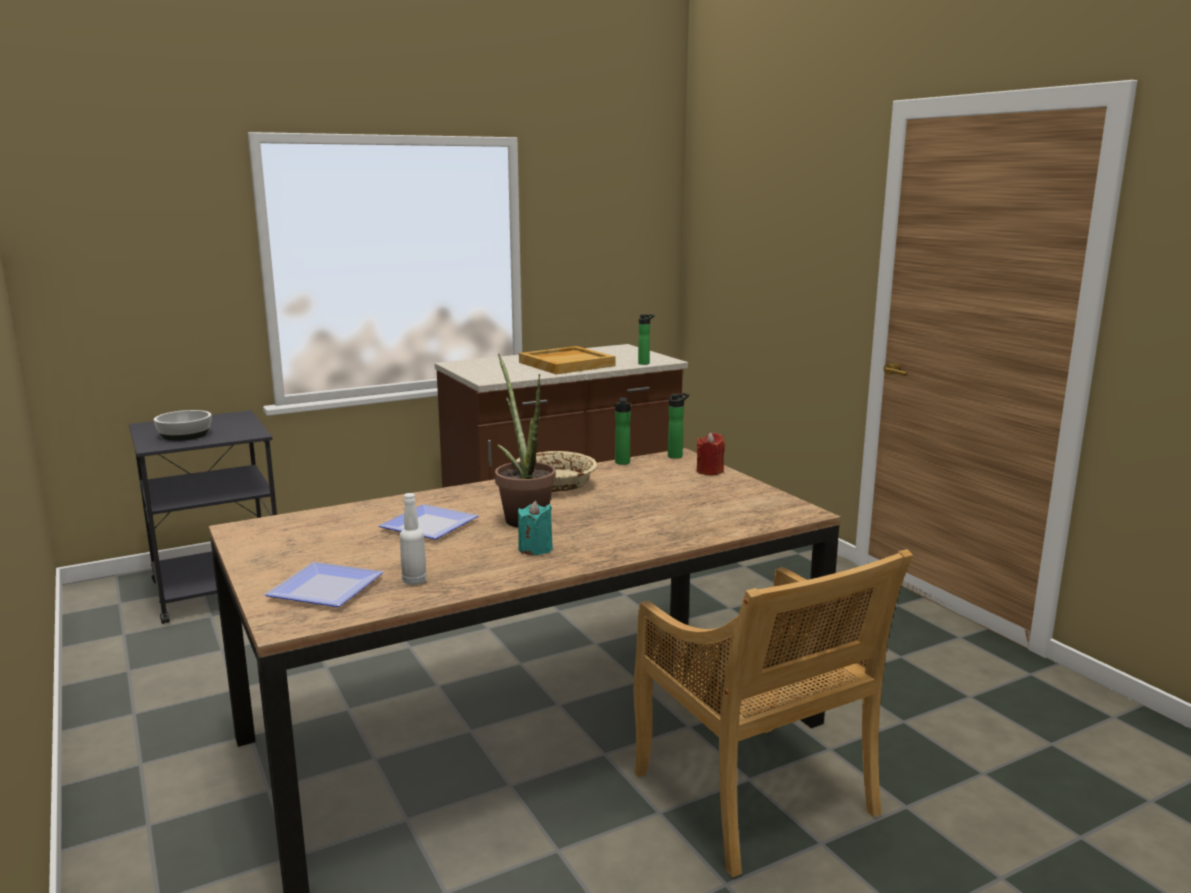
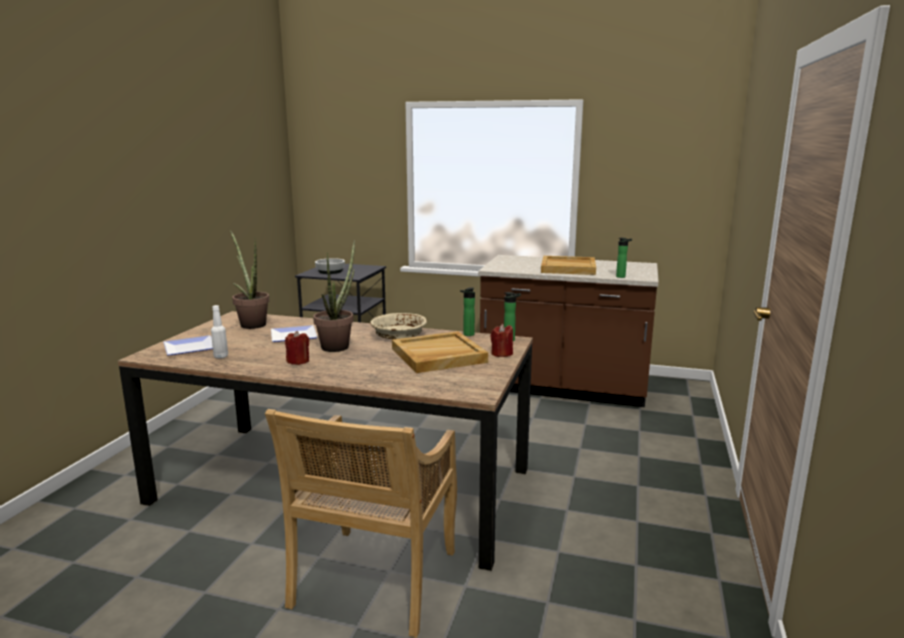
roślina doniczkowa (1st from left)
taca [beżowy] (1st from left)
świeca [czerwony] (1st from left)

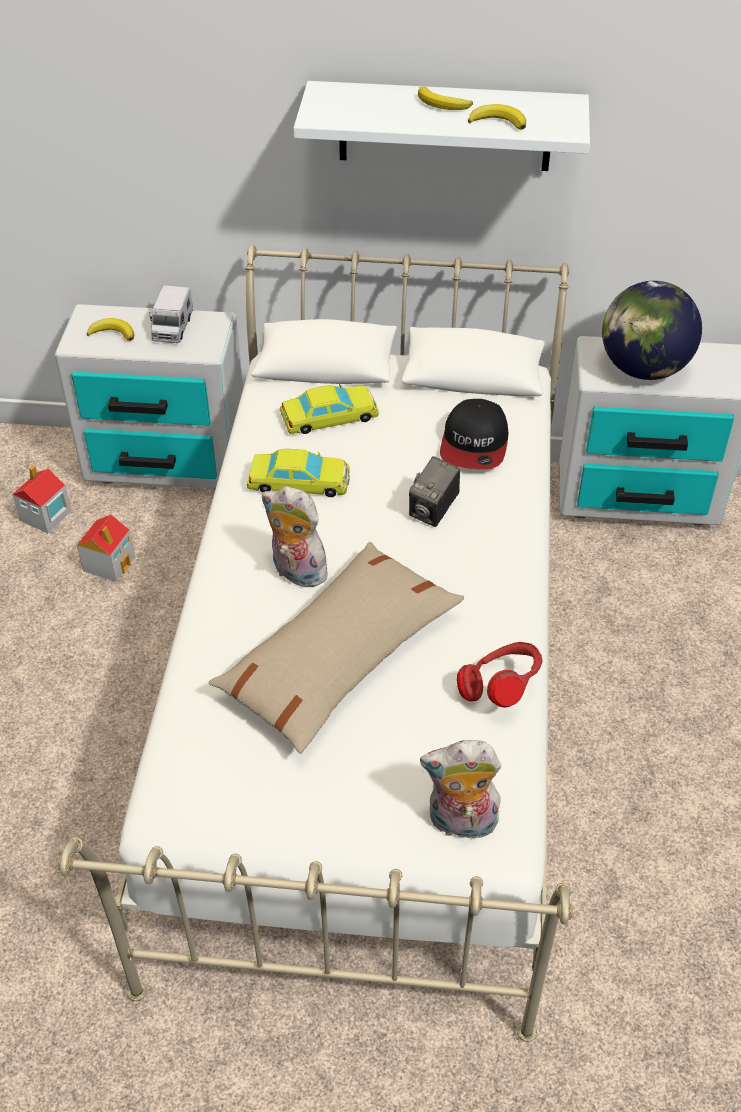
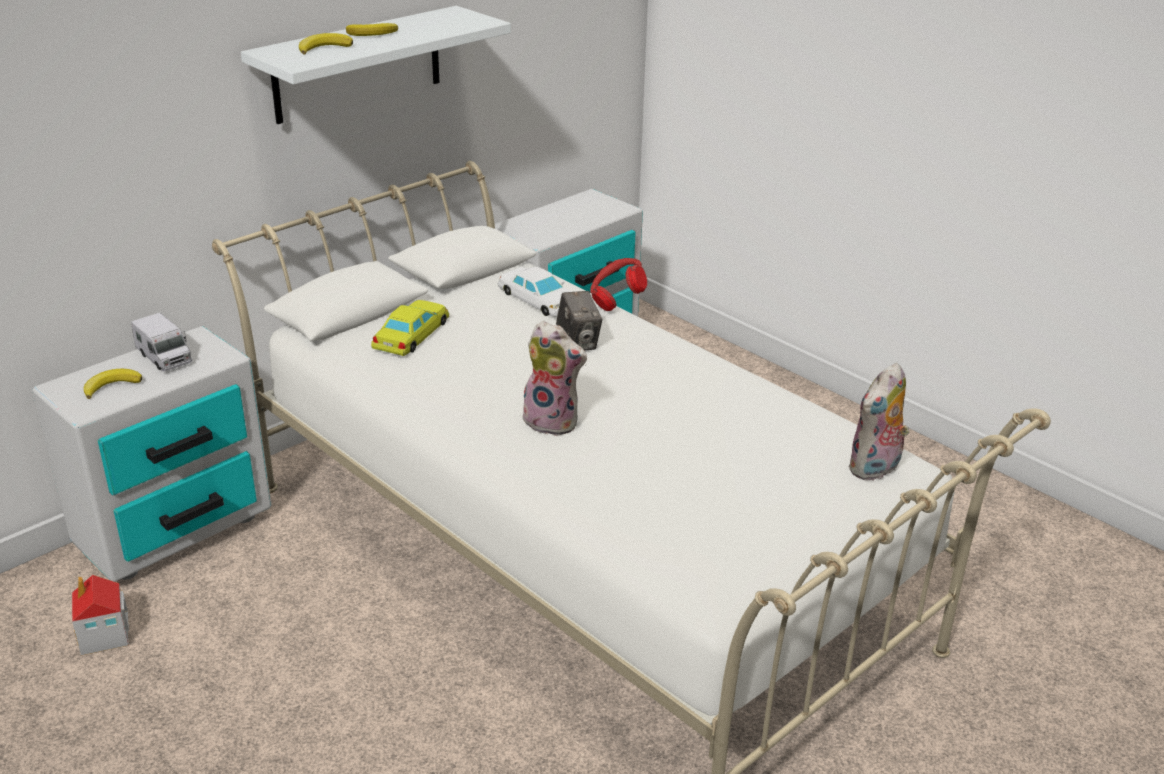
domek (2nd from left in the first image)
poduszka [beżowy]
samochodzik [żółty] (1st from left in the first image)
globus
słuchawki [czerwony]
banan (2nd from left)
samochodzik [biały]
pluszak (1st from left)

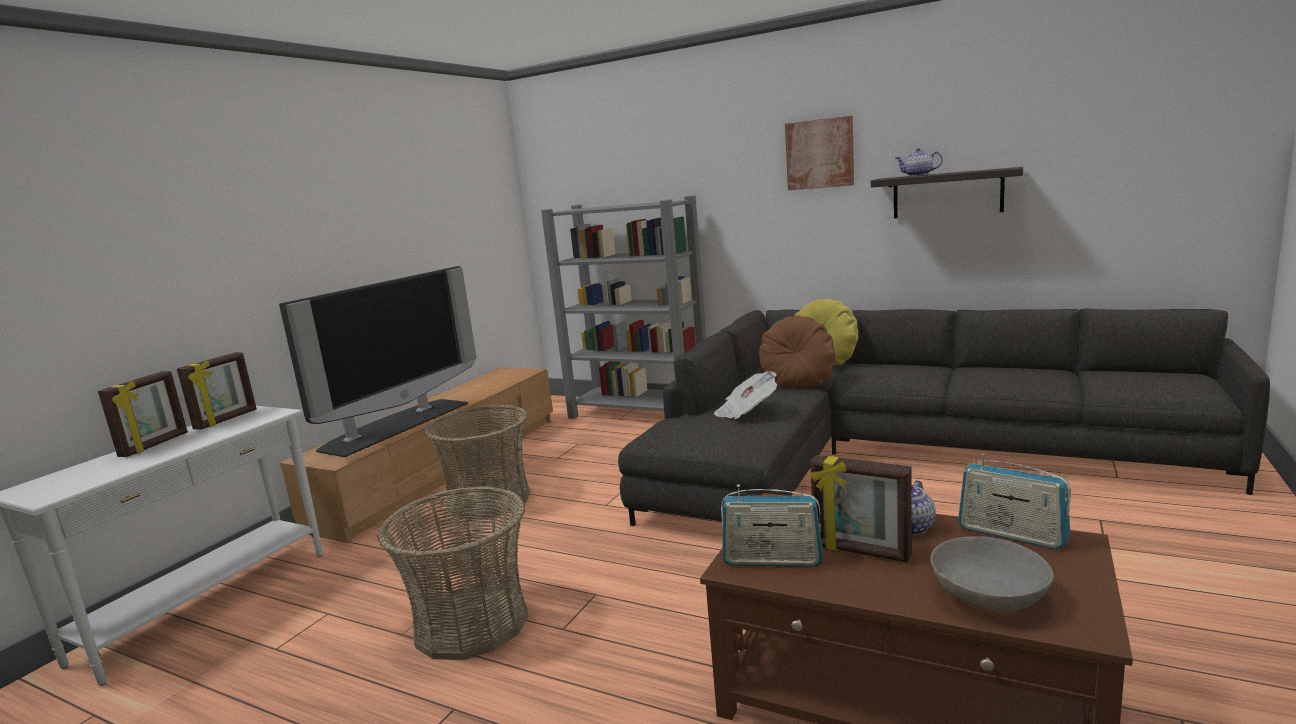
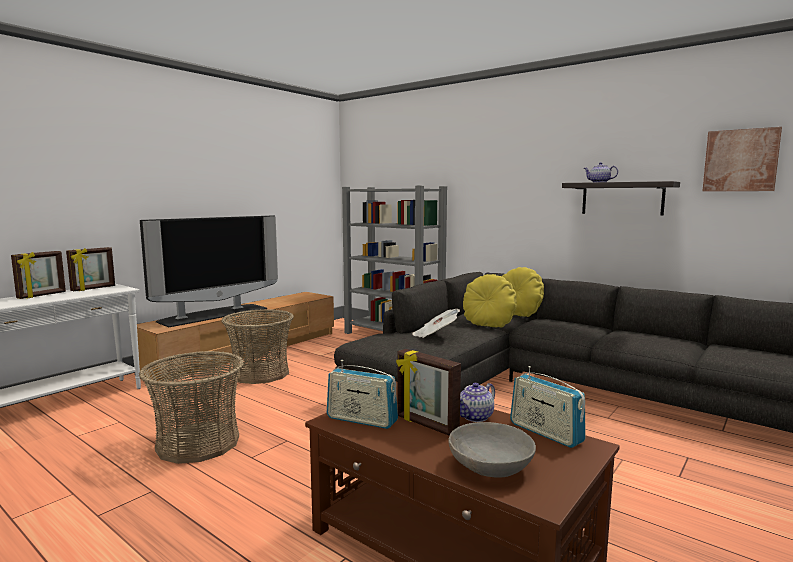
obraz
poduszka [żółty] (1st from left)

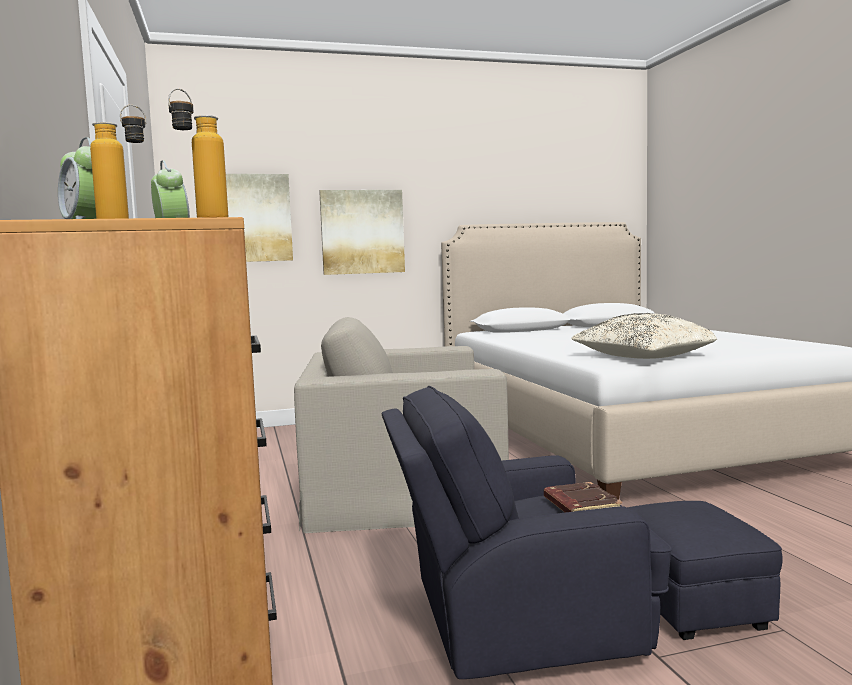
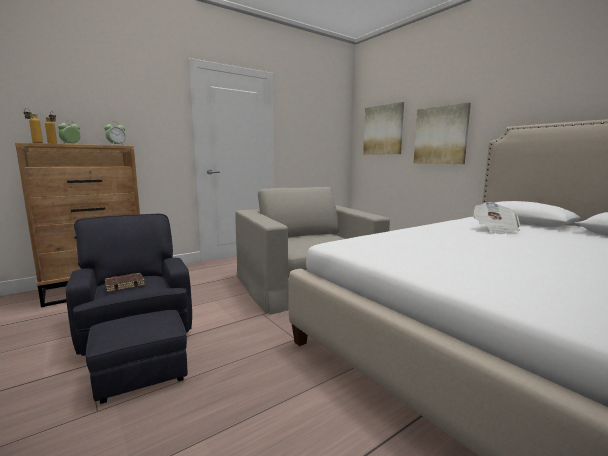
poduszka [beżowy]
gazeta

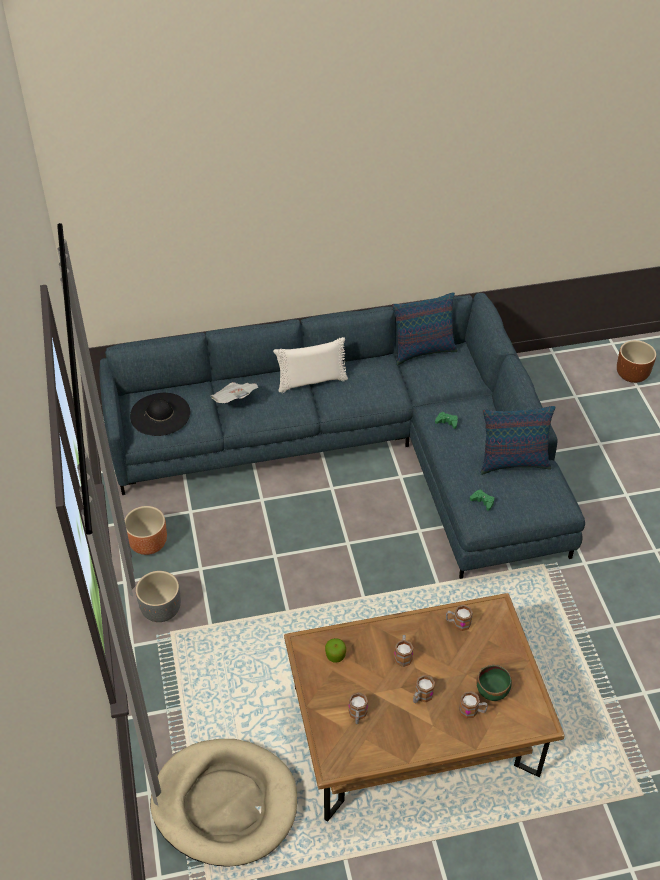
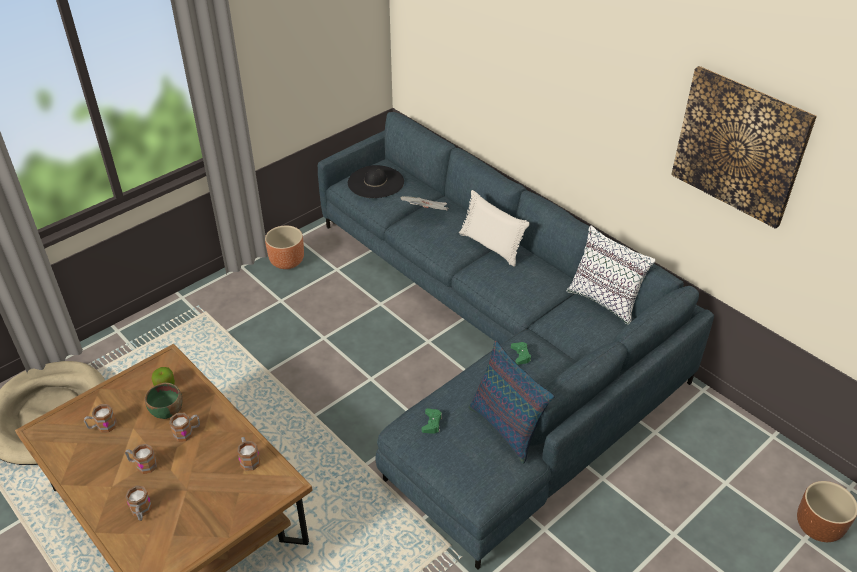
donica [szary]
obraz
miska [zielony]
poduszka [biały] (2nd from left)

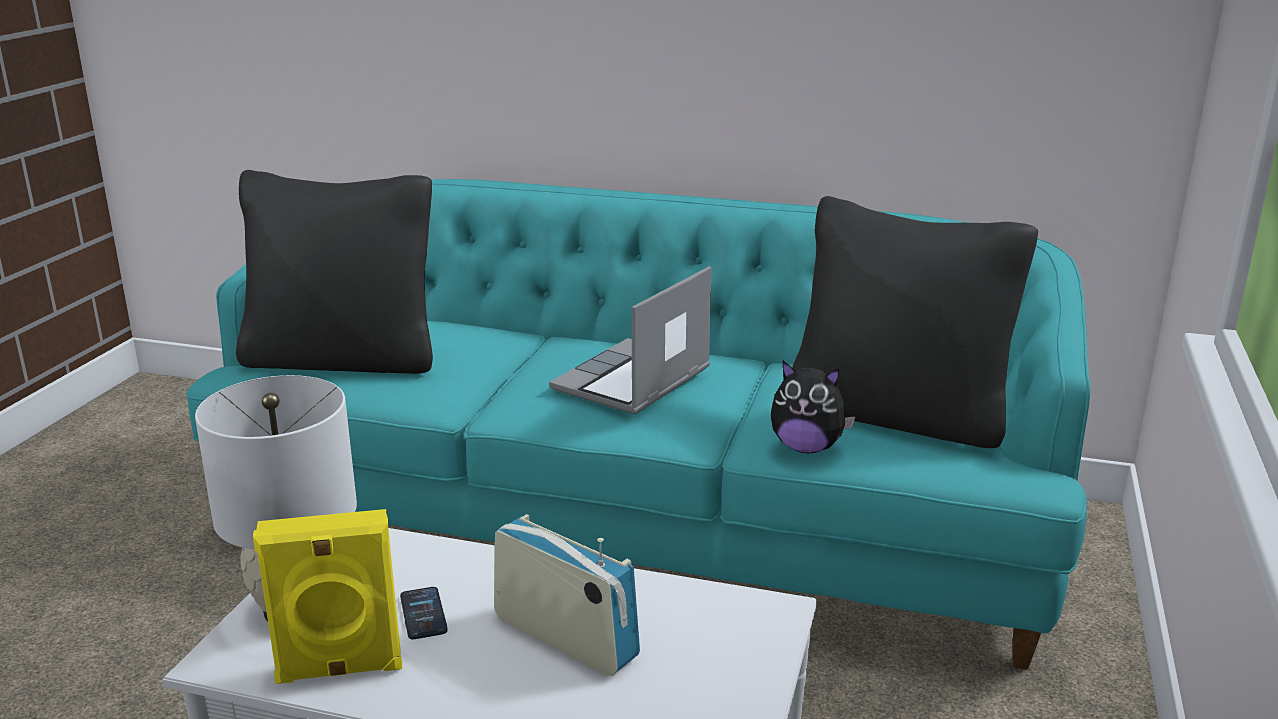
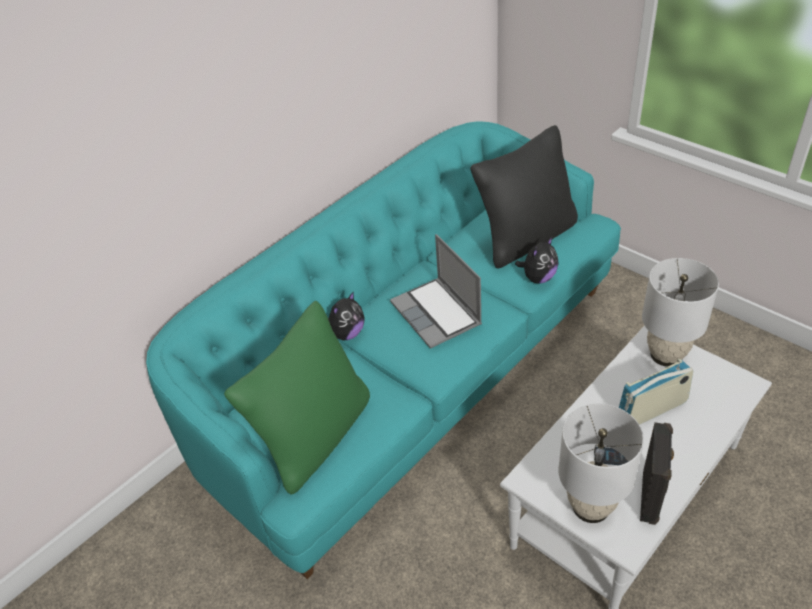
pluszak (1st from left)
lampa stołowa [biały] (2nd from left)
poduszka [zielony]
głośnik [czarny]

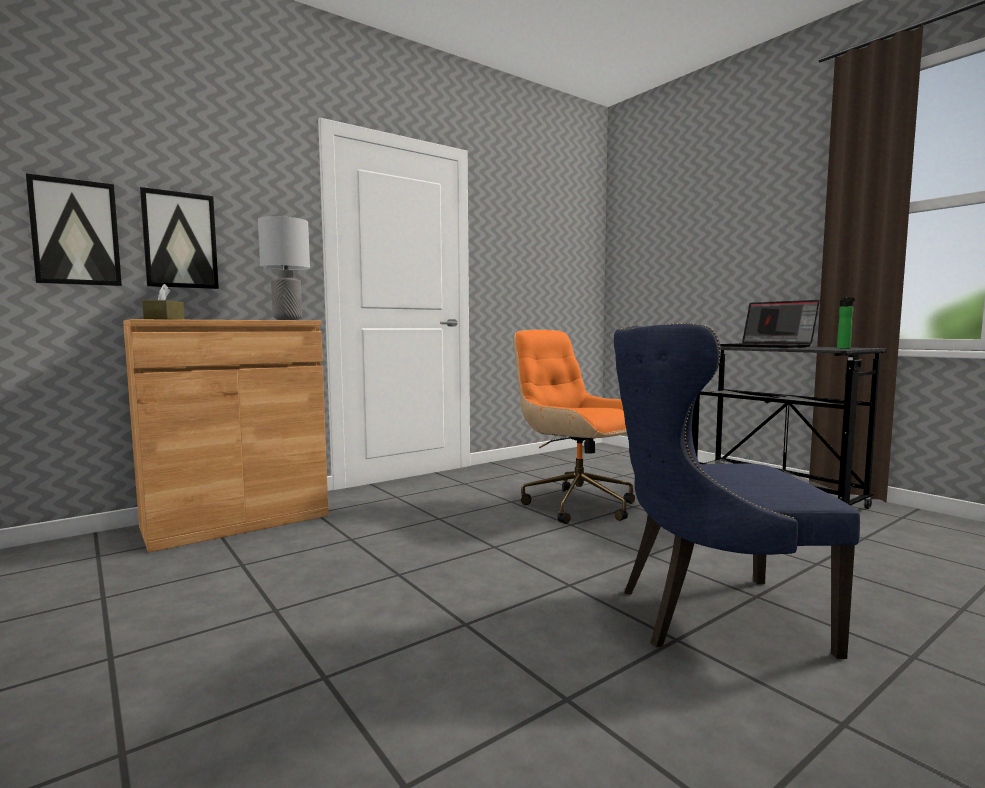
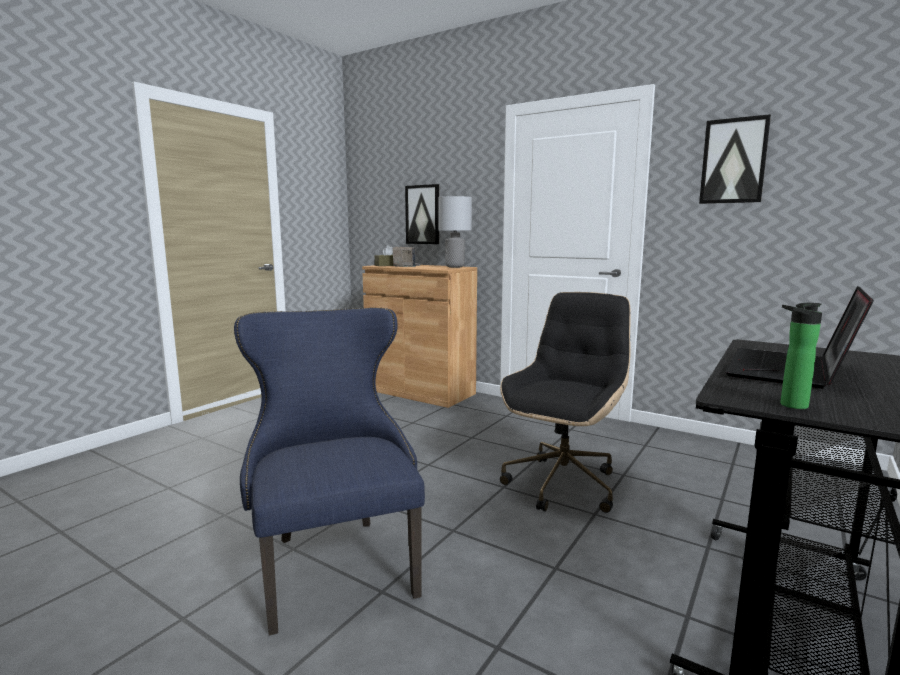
radio
obraz (2nd from left)
krzesło biurowe [czarny]

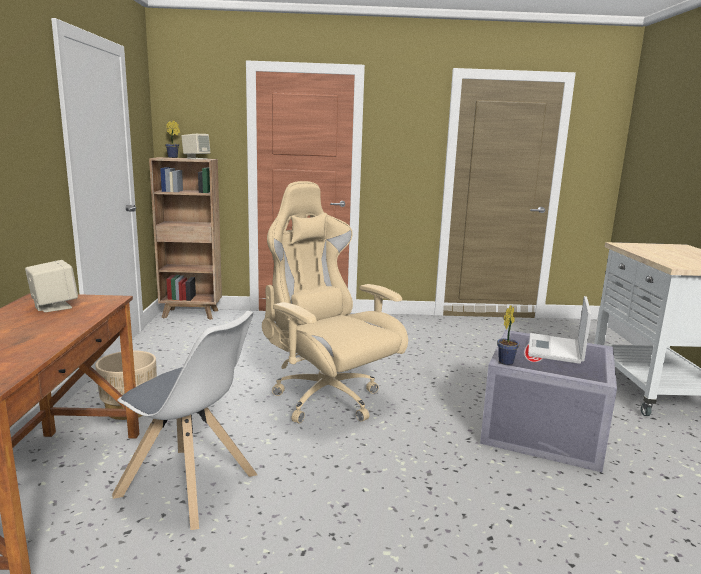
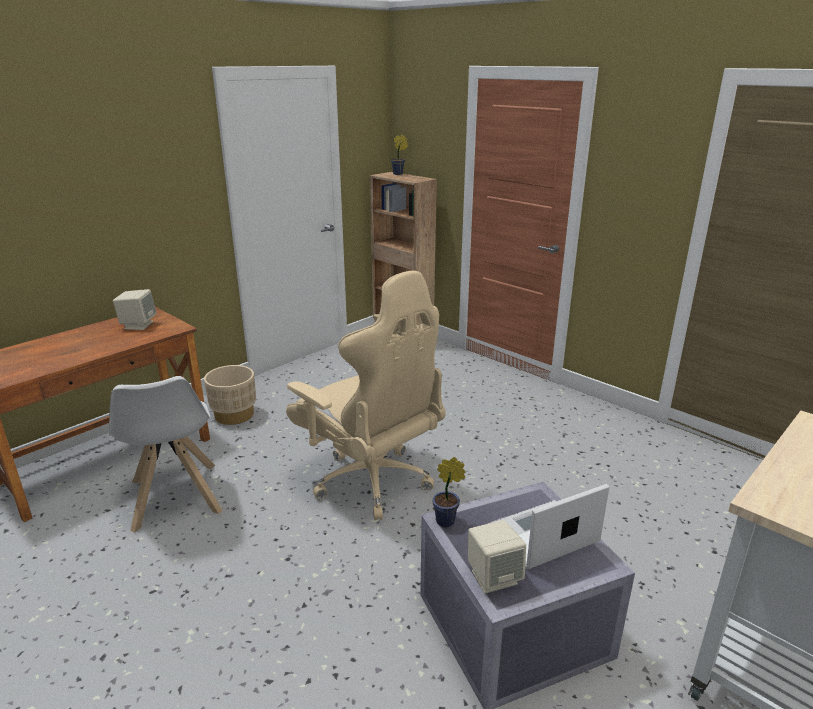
głośnik [beżowy] (2nd from left)
krzesło biurowe [beżowy]

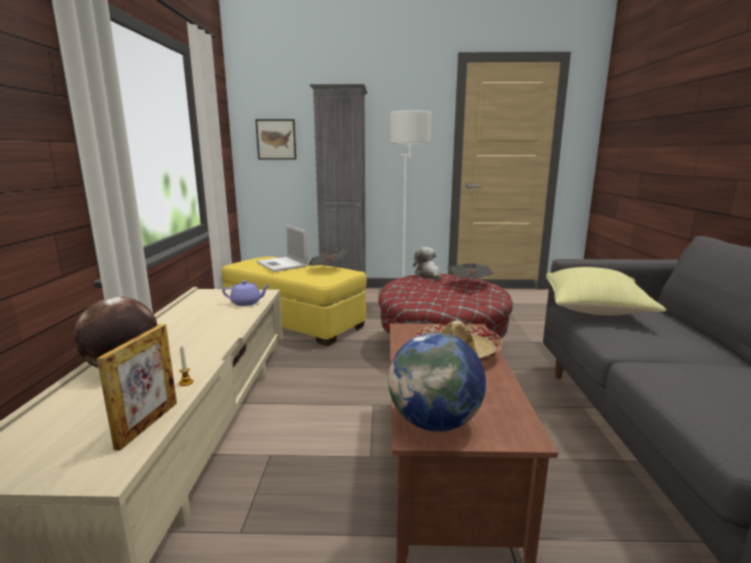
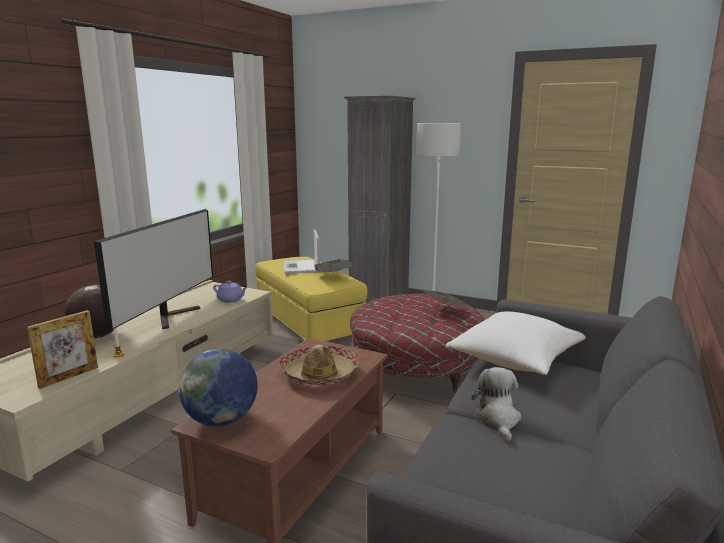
obraz
telewizor
pluszak
poduszka [biały]

